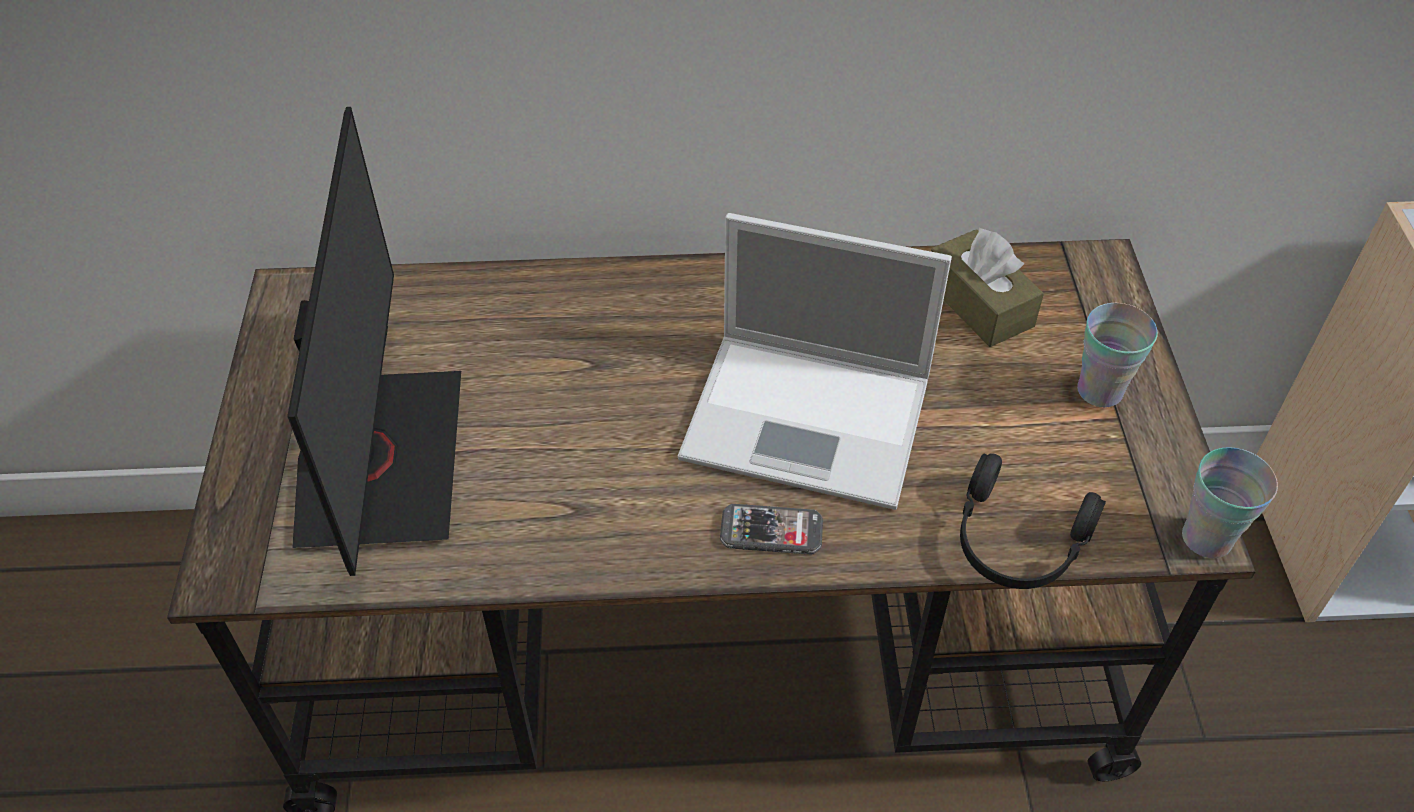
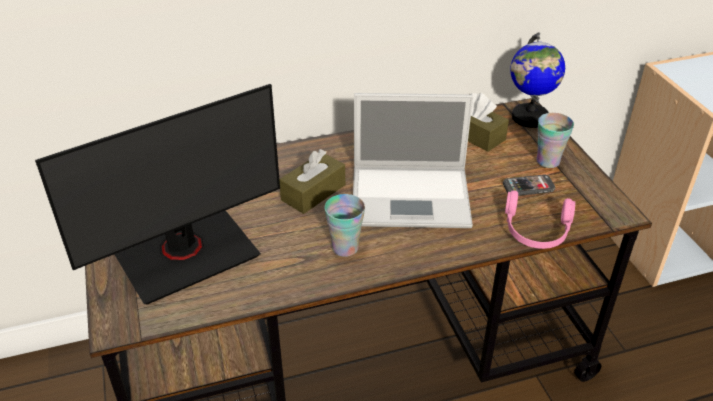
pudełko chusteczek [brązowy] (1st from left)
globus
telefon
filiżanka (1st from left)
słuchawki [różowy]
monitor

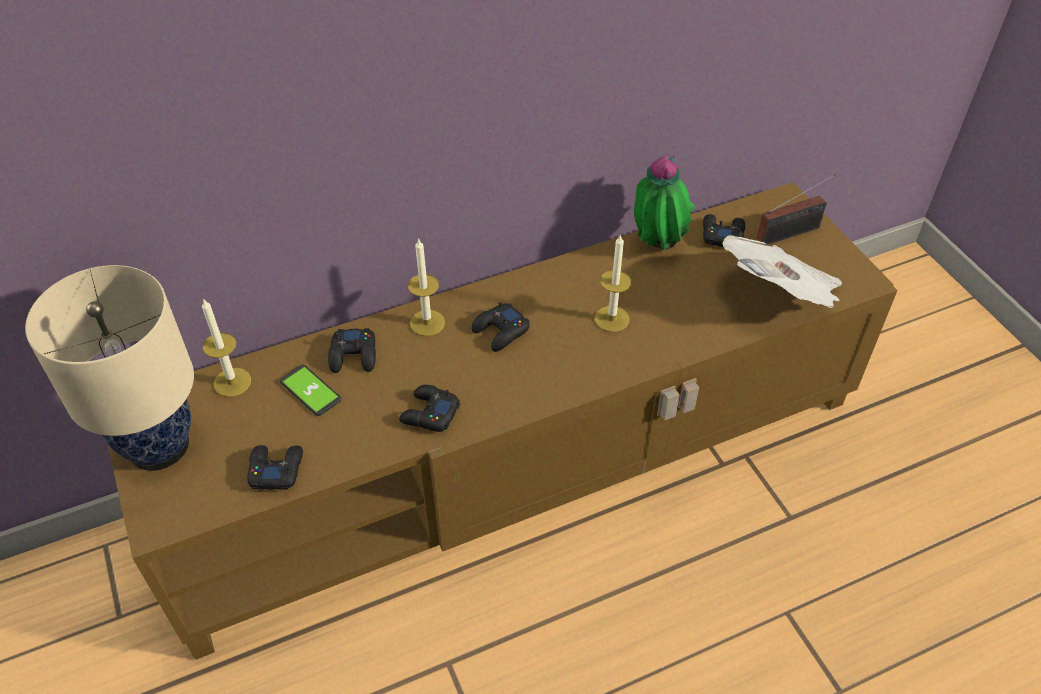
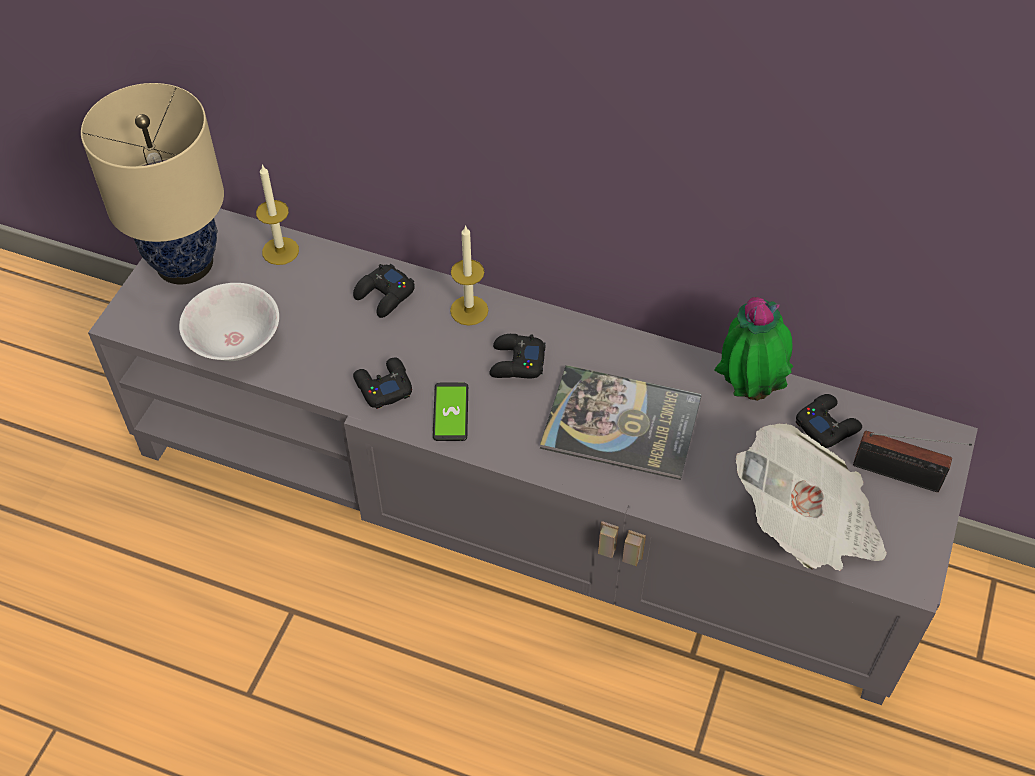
telefon
miska [biały]
książka
szafka pod telewizor [szary]

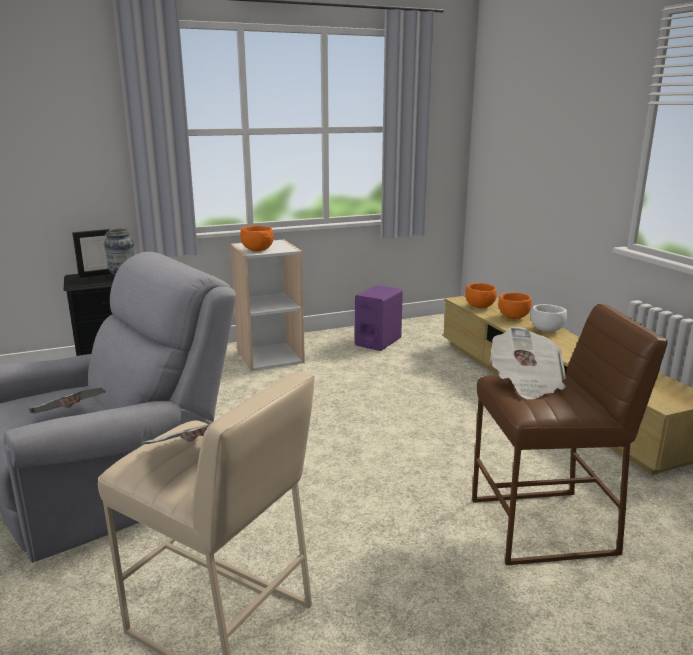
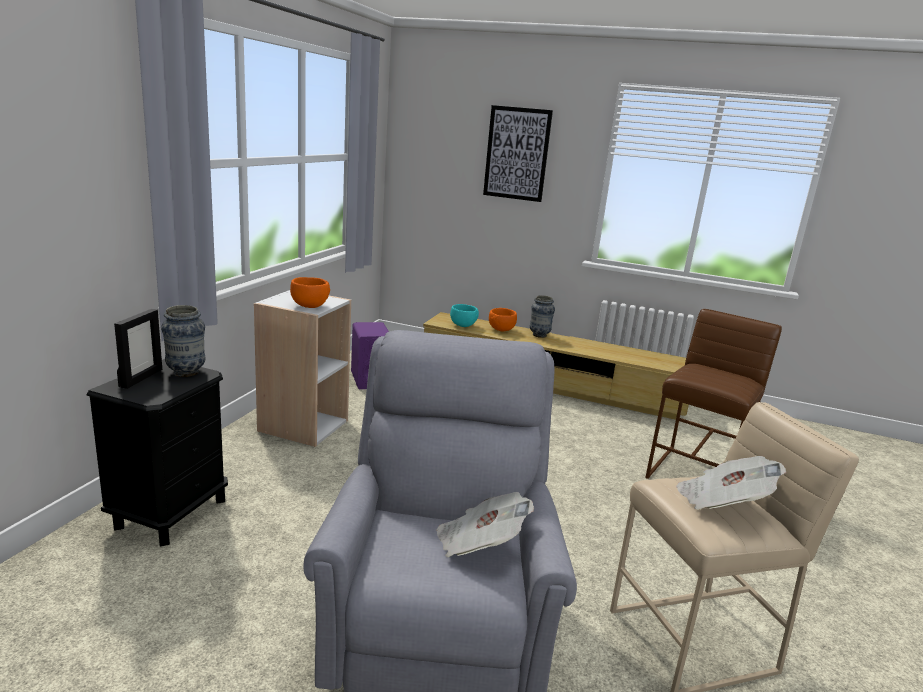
gazeta (3rd from left in the first image)
obraz
wazon (2nd from left)
miska [turkusowy]

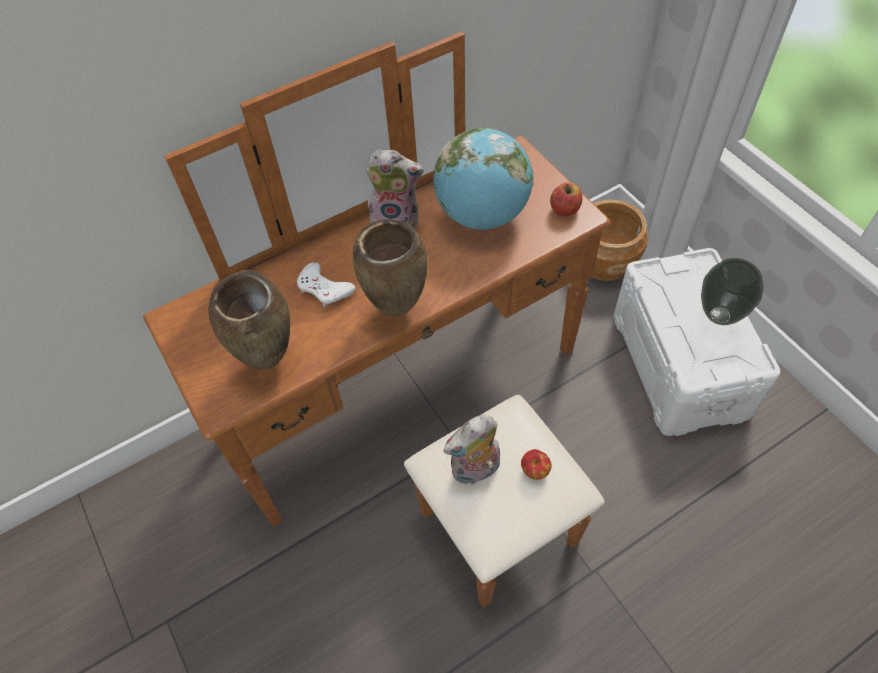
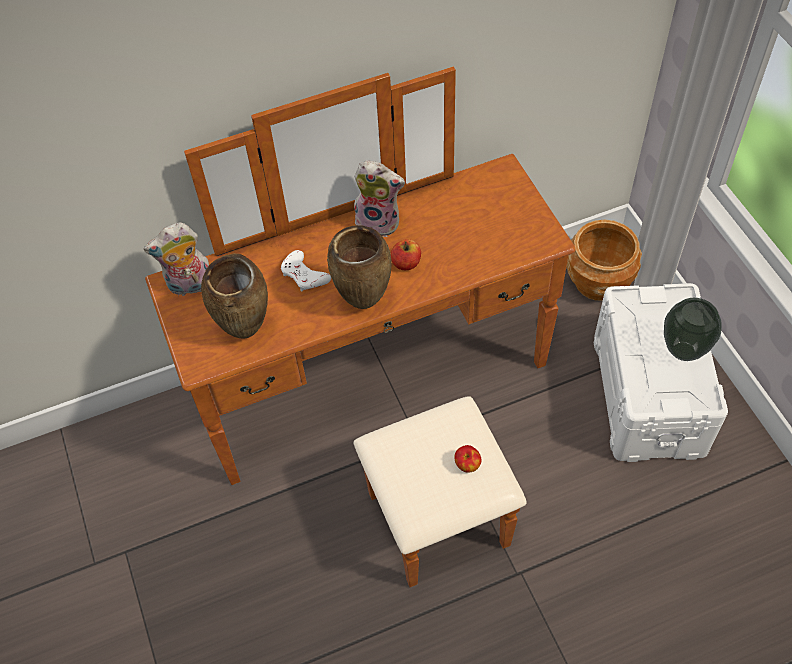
globus
pluszak (1st from left)
jabłko (1st from left)

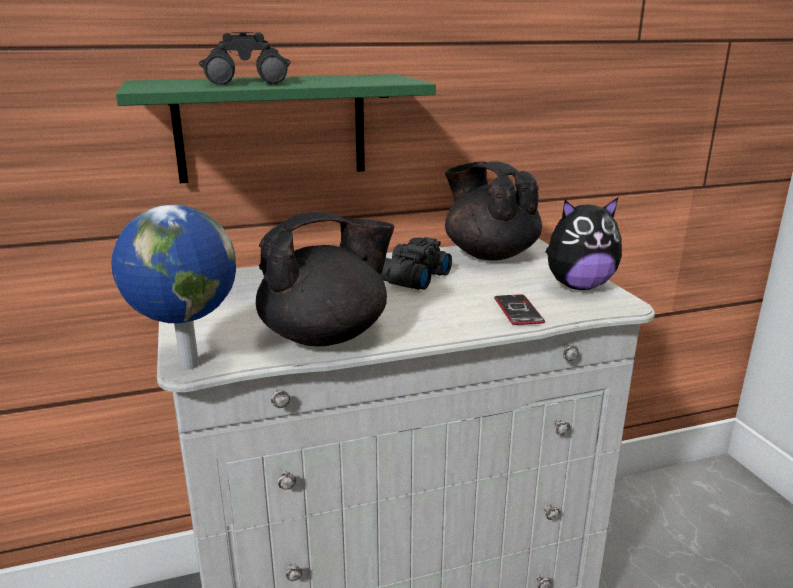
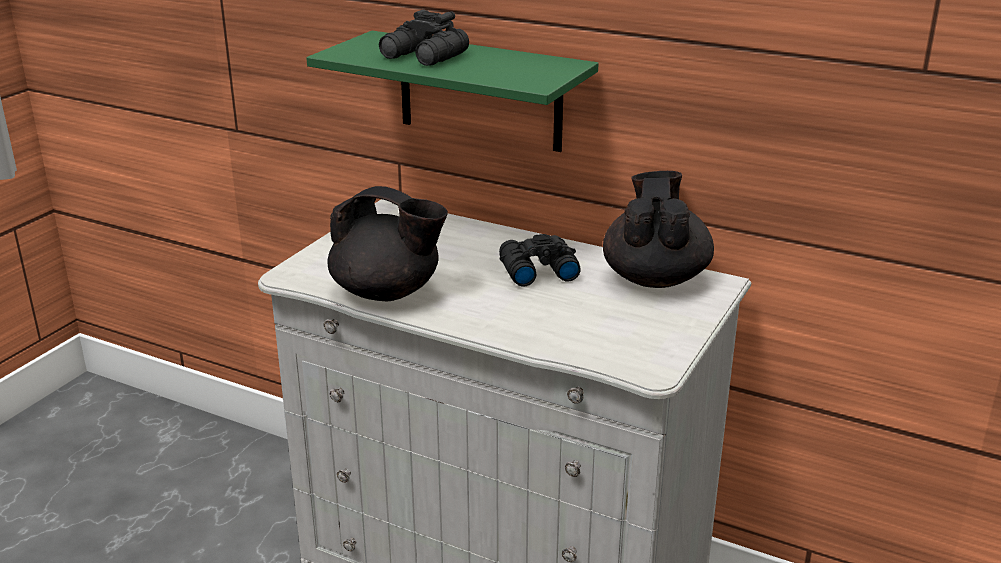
globus
telefon
pluszak

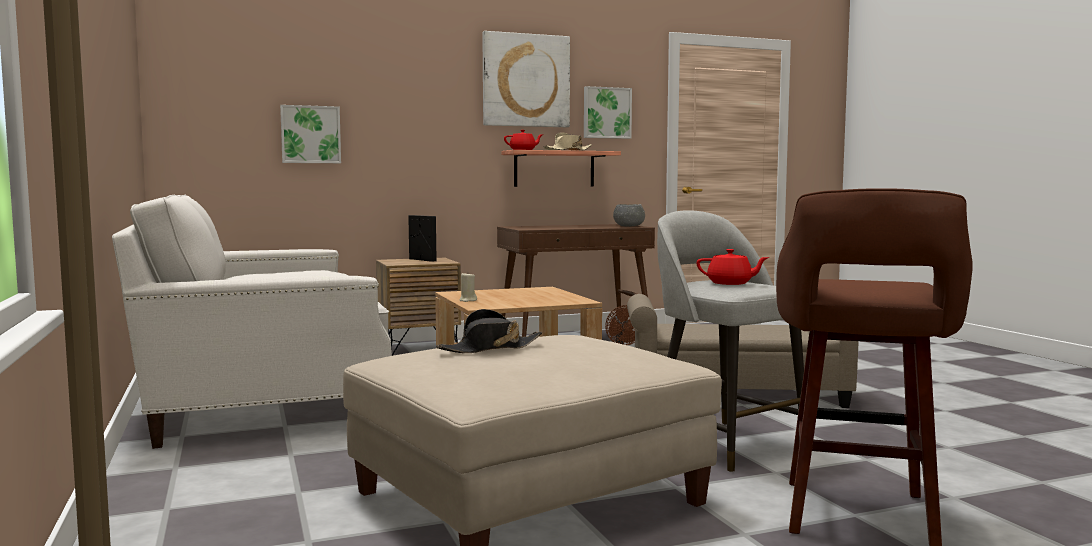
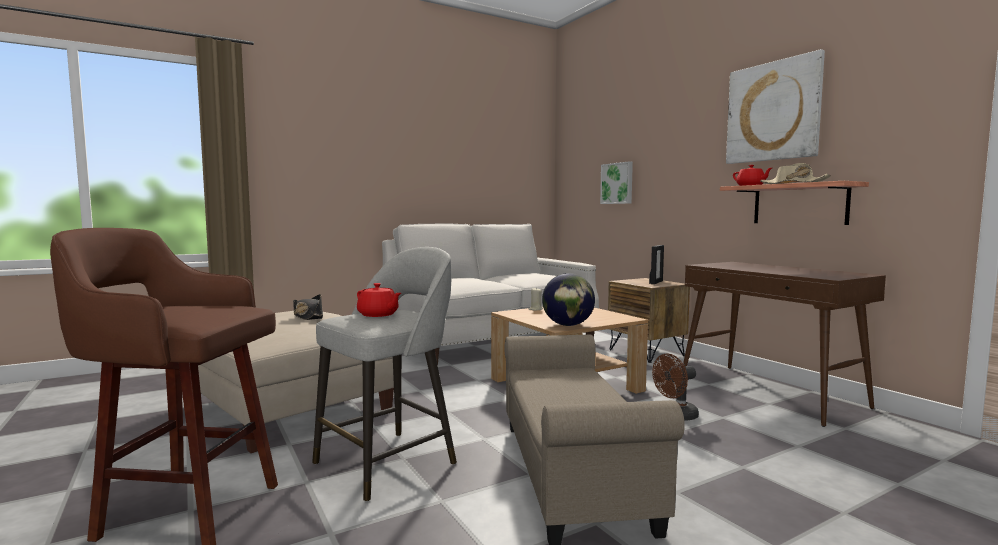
obraz (3rd from left in the first image)
miska [szary]
globus
imbryk [czerwony] (1st from left)

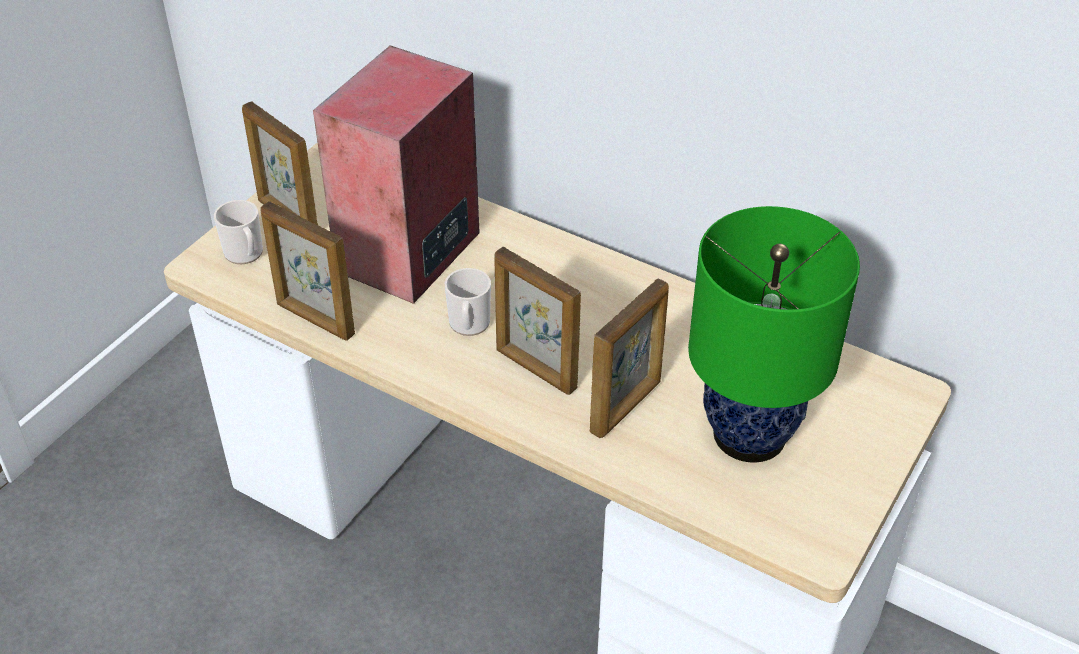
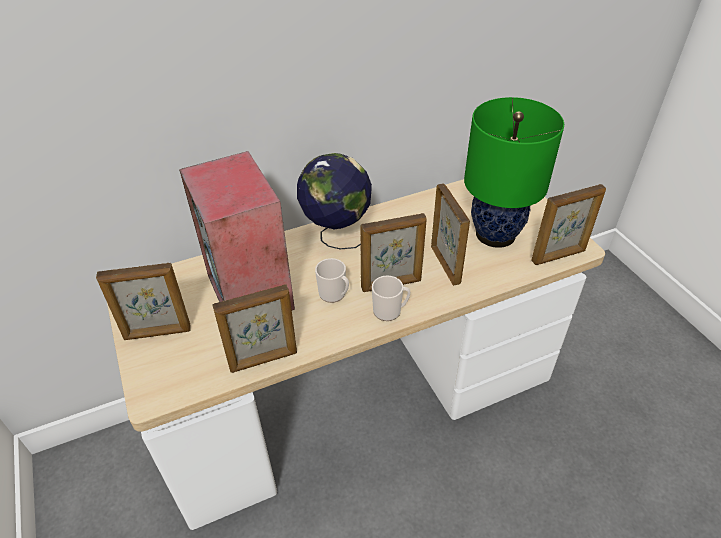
globus
ramka na zdjęcie (5th from left)
kubek (2nd from left)

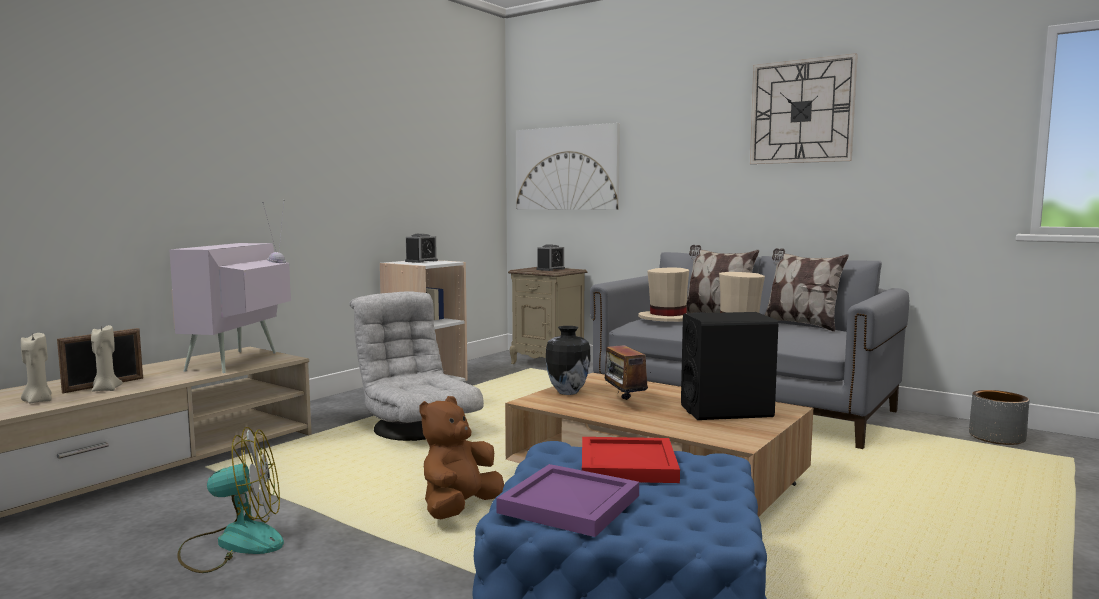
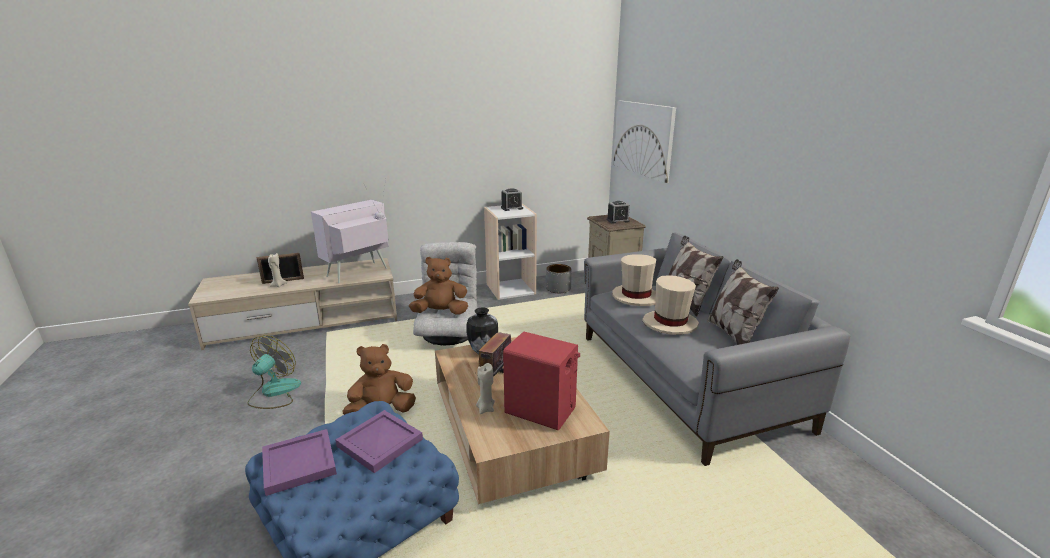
zegar ścienny
pluszak [brązowy] (2nd from left)
świeca [beżowy] (2nd from left)
donica [szary]
taca [fioletowy] (2nd from left)
głośnik [czerwony]
wentylator

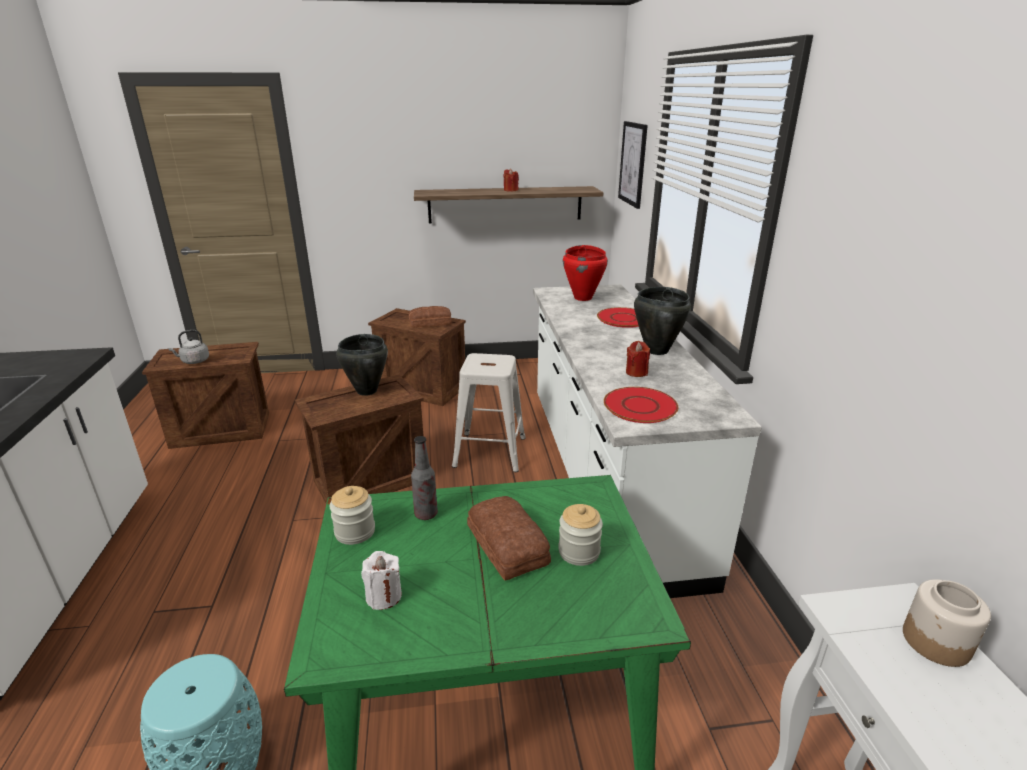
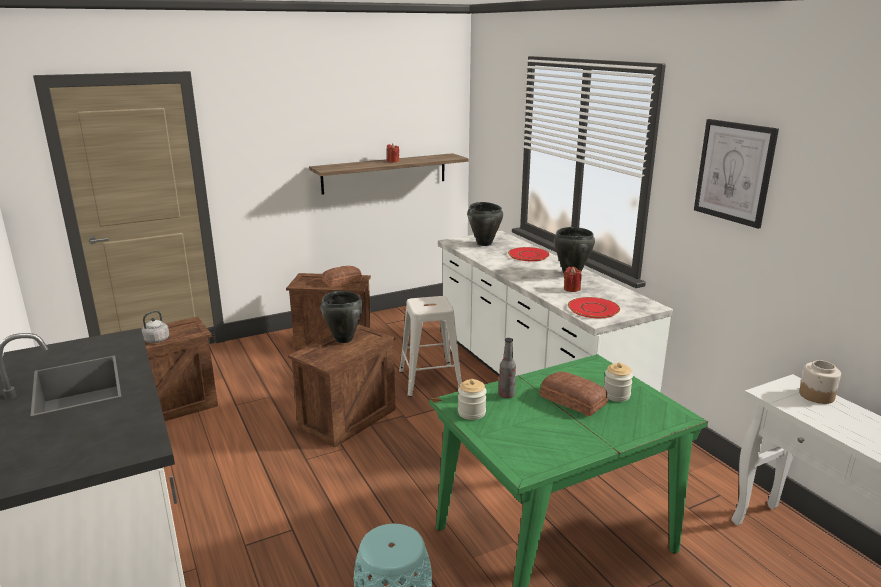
świeca [biały]
obraz
garnek [czarny] (2nd from left)

